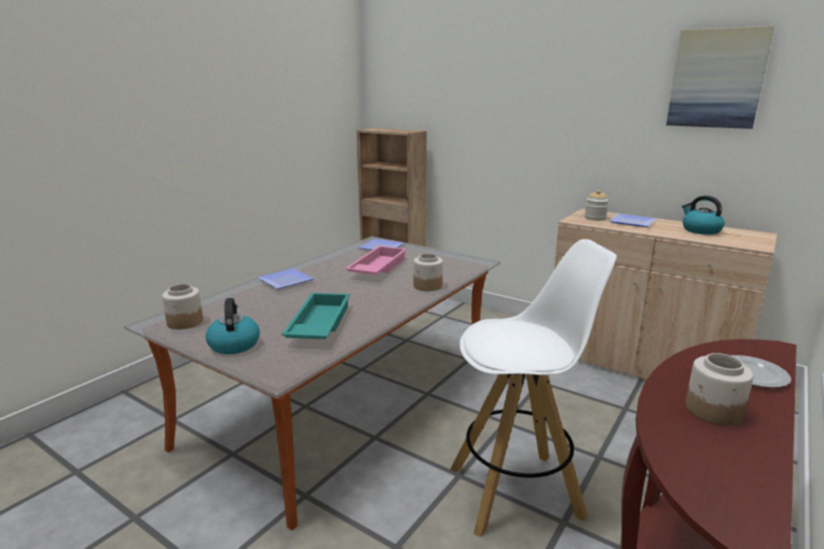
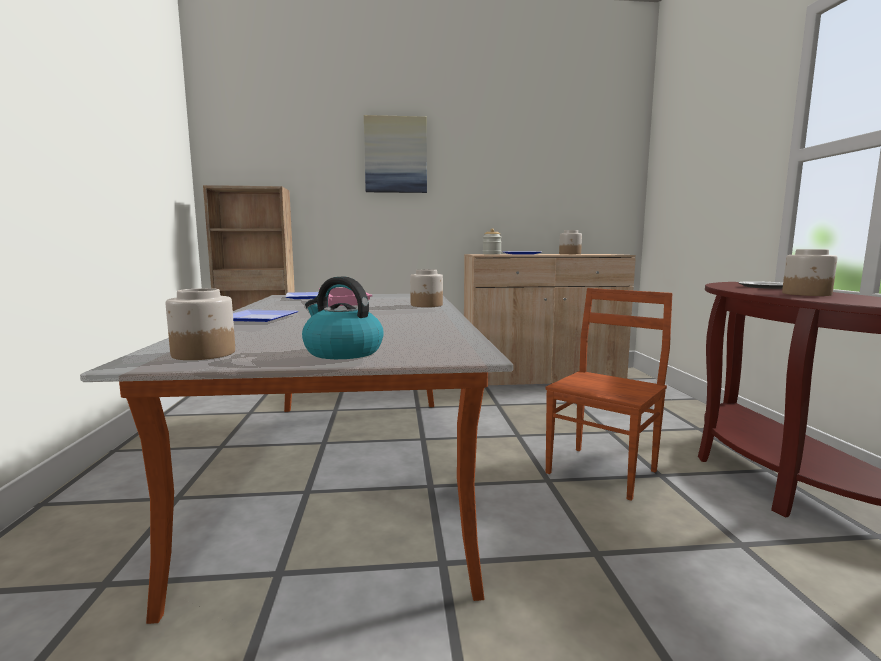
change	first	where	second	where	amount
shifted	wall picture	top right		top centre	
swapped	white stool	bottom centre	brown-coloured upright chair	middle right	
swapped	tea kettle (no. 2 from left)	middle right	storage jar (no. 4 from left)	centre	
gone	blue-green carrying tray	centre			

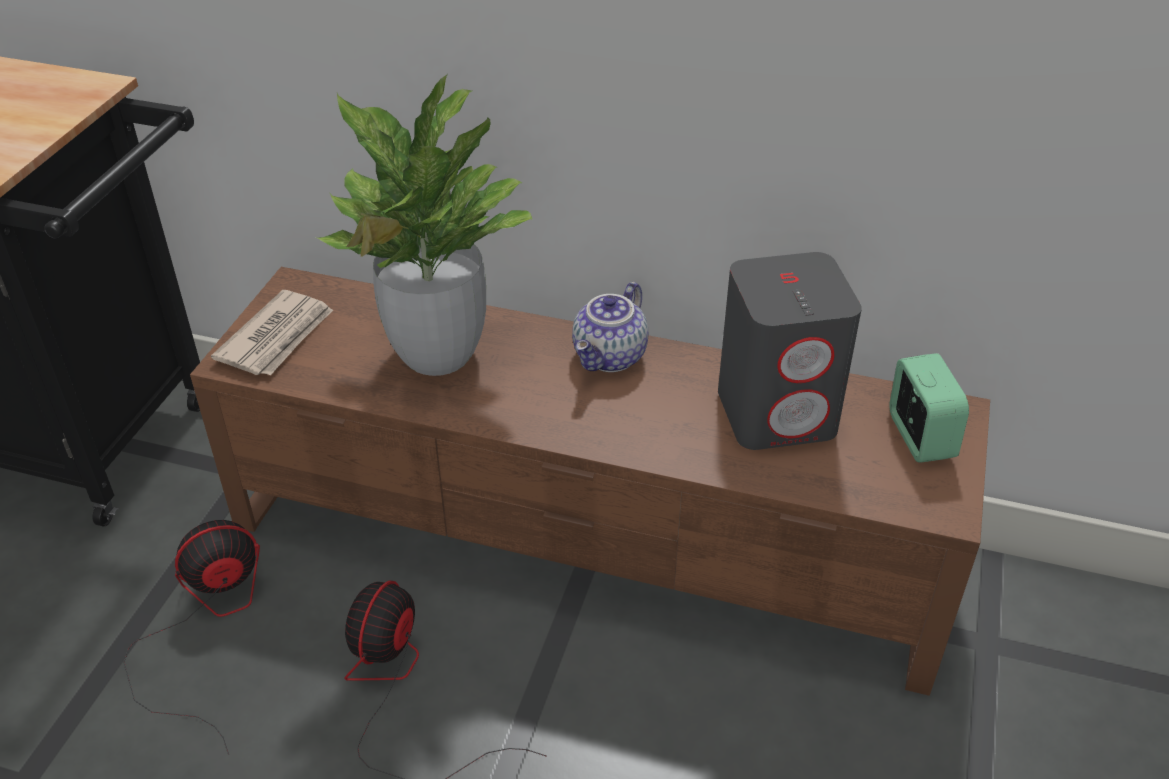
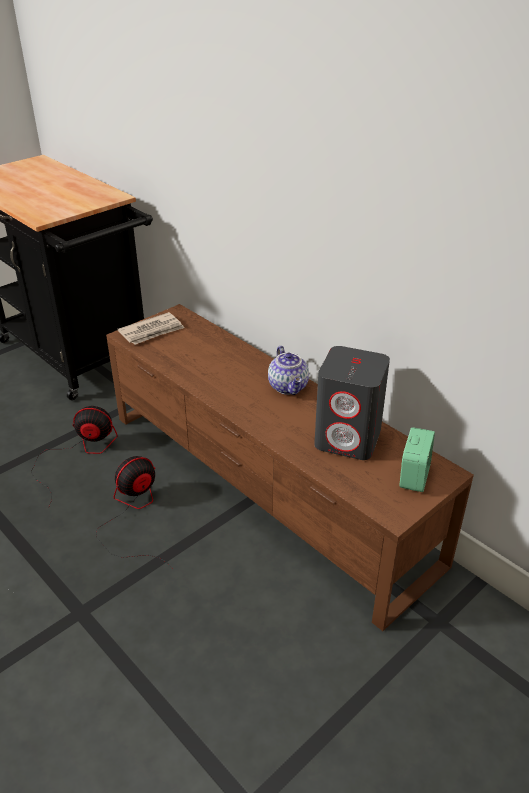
change	first	where	second	where	amount
rotated	tea pot	centre		centre	75 degrees counterclockwise
gone	plant in a pot	top centre			

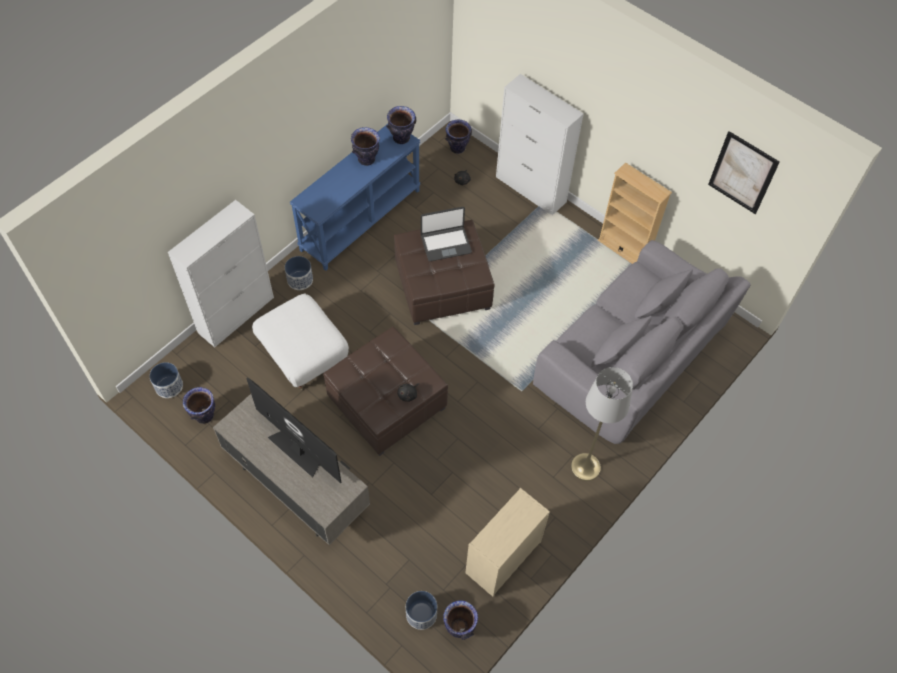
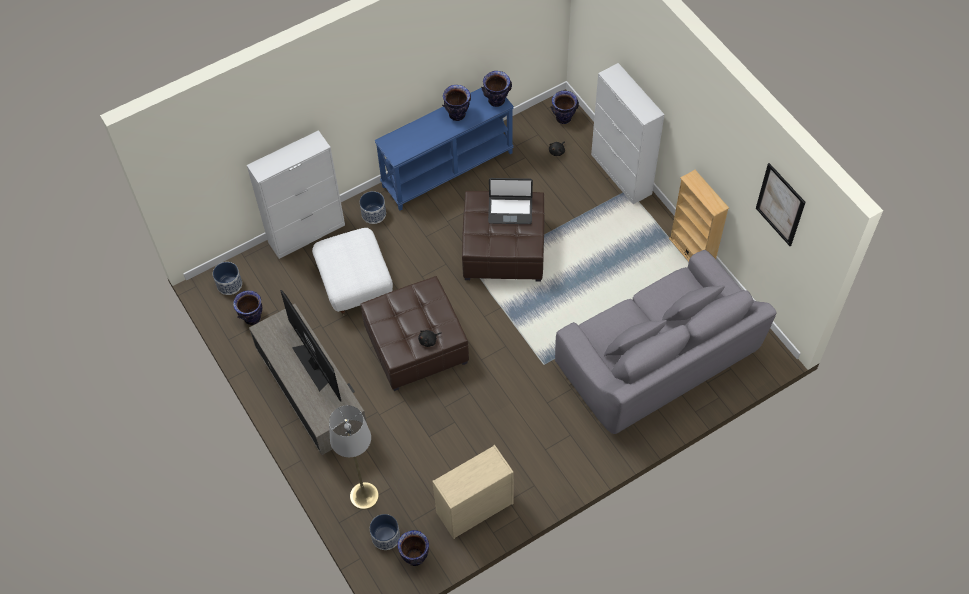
change	first	where	second	where	amount
shifted	gray standard lamp	middle right		bottom centre	

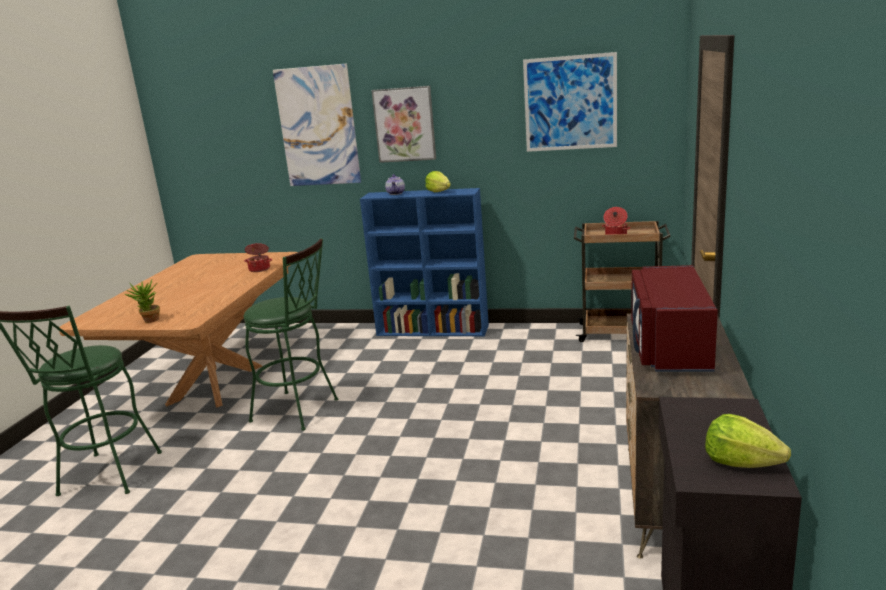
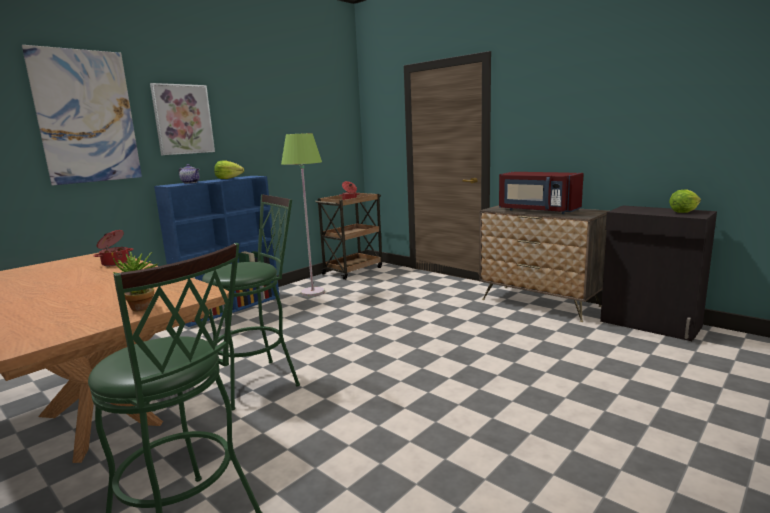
change	first	where	second	where	amount
new			green-coloured standard lamp	centre	
gone	wall picture (no. 3 from left)	top centre			

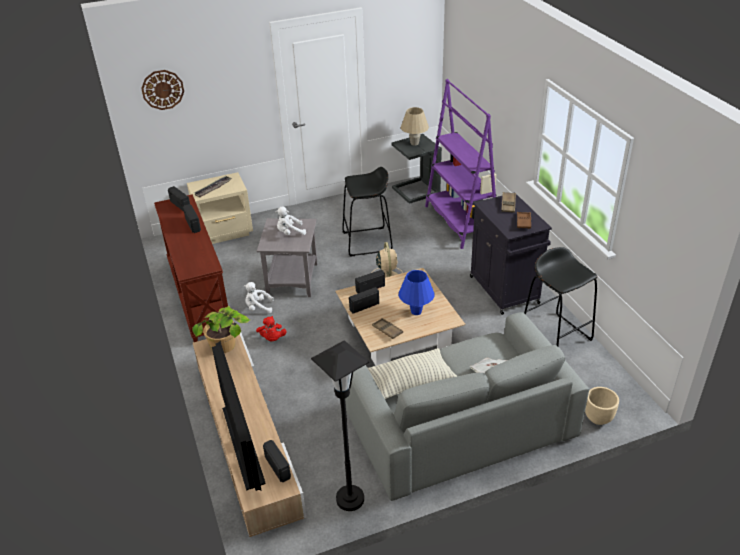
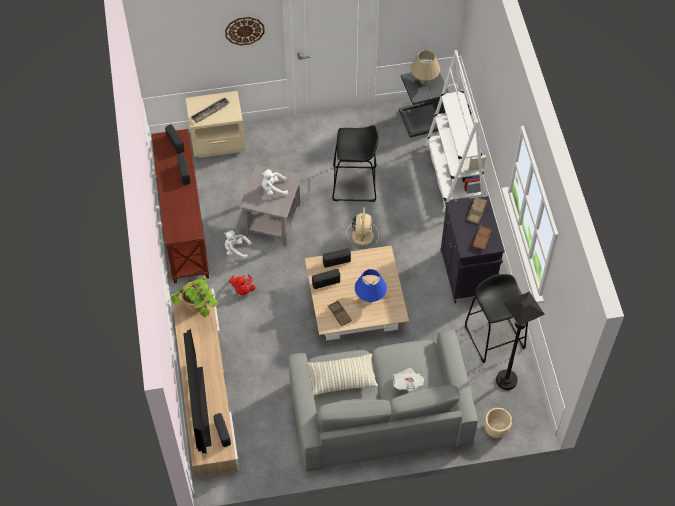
change	first	where	second	where	amount
shifted	clock on the wall	top left		top centre	
repainted	purple-coloured bookcase	top centre	white bookcase	top right	
shifted	black-coloured standard lamp	bottom centre		bottom right	

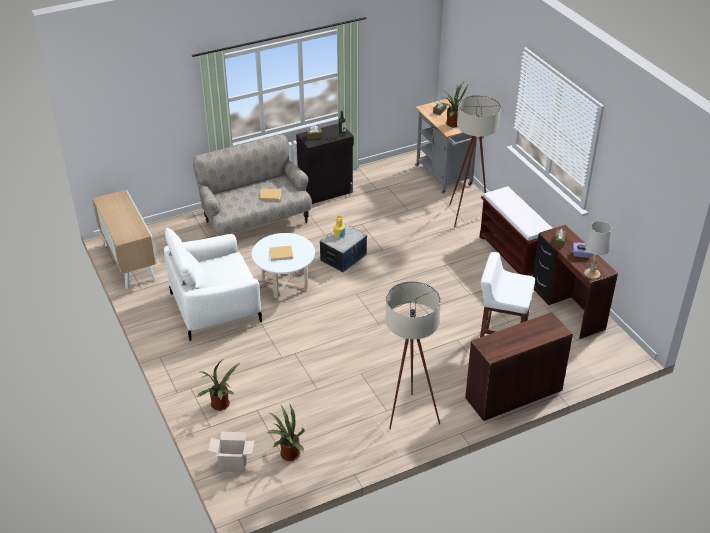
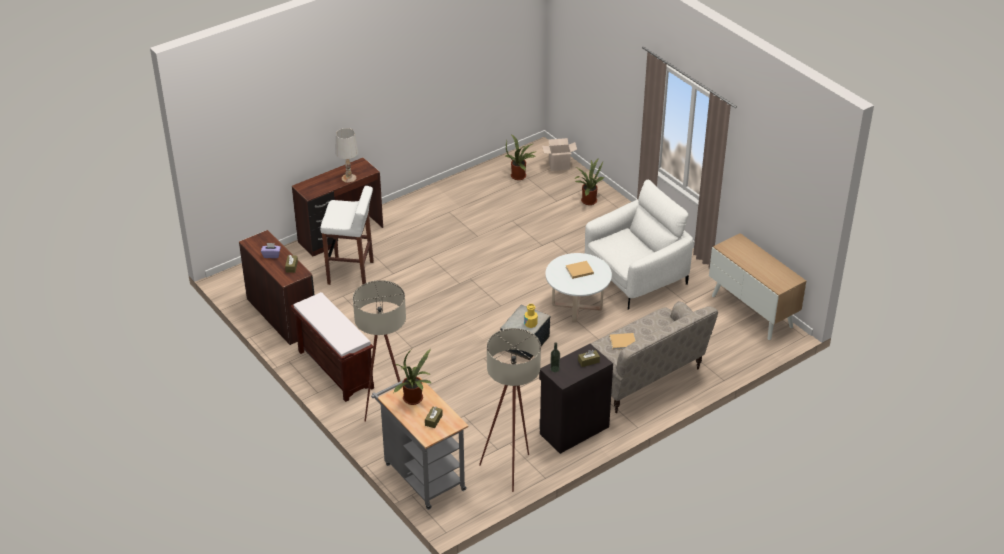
change	first	where	second	where	amount
shifted	white table lamp	middle right		top centre	
shifted	beige standard lamp (no. 1 from left in the first image)	centre	beige standard lamp (no. 2 from left)	bottom centre	

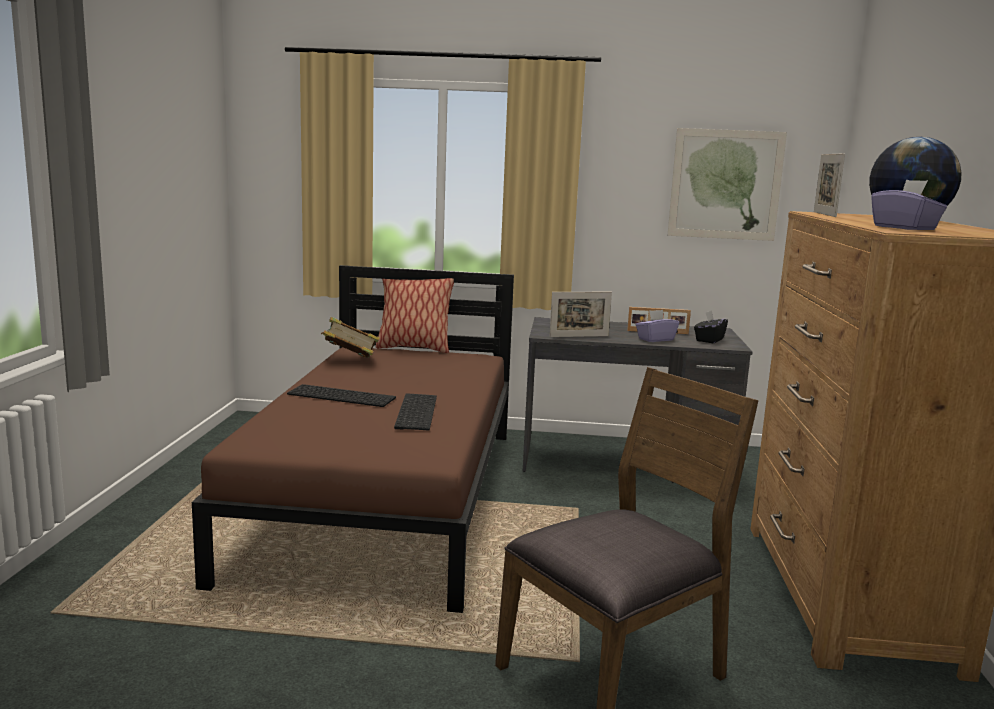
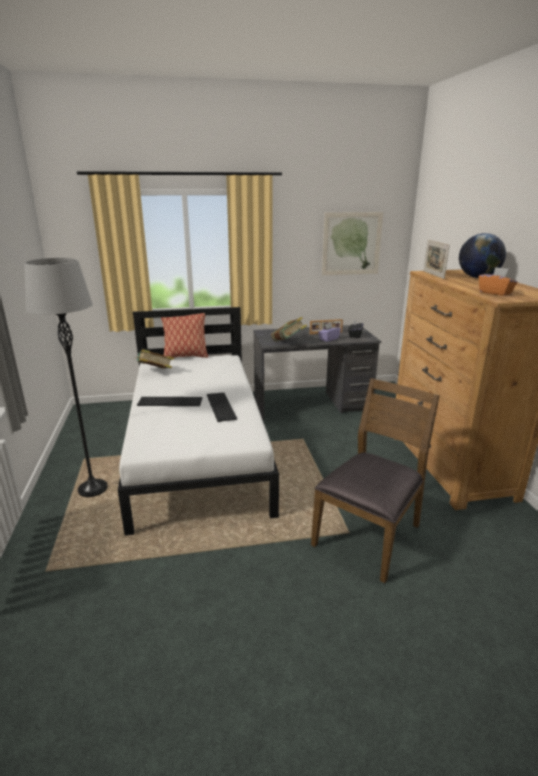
change	first	where	second	where	amount
new			gray standard lamp	middle left	
repainted	brown-coloured bedroom bed	centre	white bedroom bed	centre	
swapped	standing frame (no. 1 from left)	centre	book (no. 2 from left)	centre	
repainted	purple-coloured tissue box (no. 2 from left)	top right	orange-coloured tissue box	middle right	

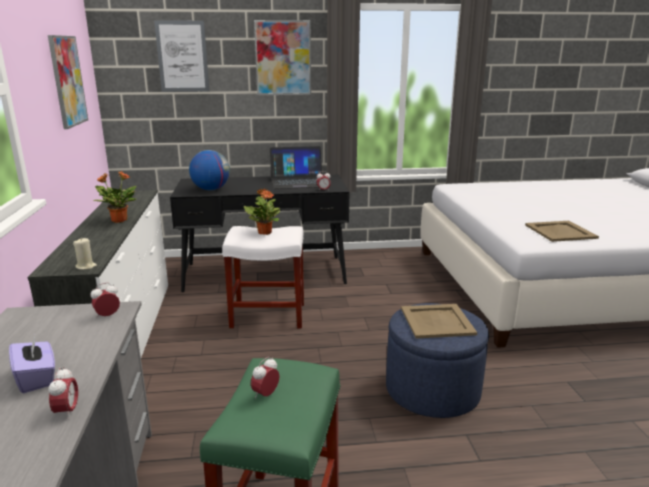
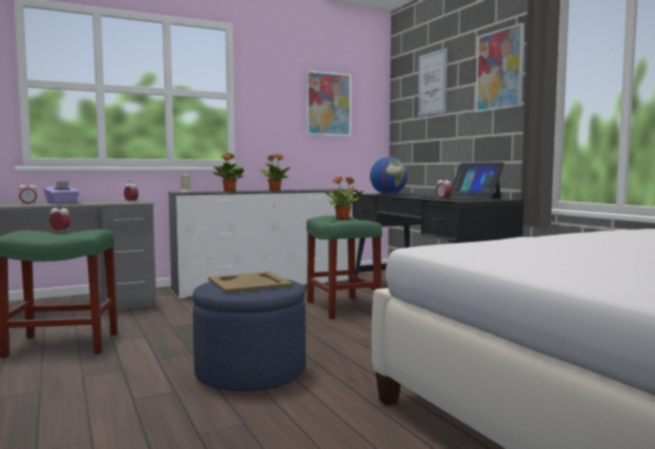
change	first	where	second	where	amount
new			plant in a pot (no. 1 from left)	centre	
repainted	white stool	centre	green-coloured stool (no. 2 from left)	centre	
gone	beige carrying tray (no. 2 from left)	middle right			

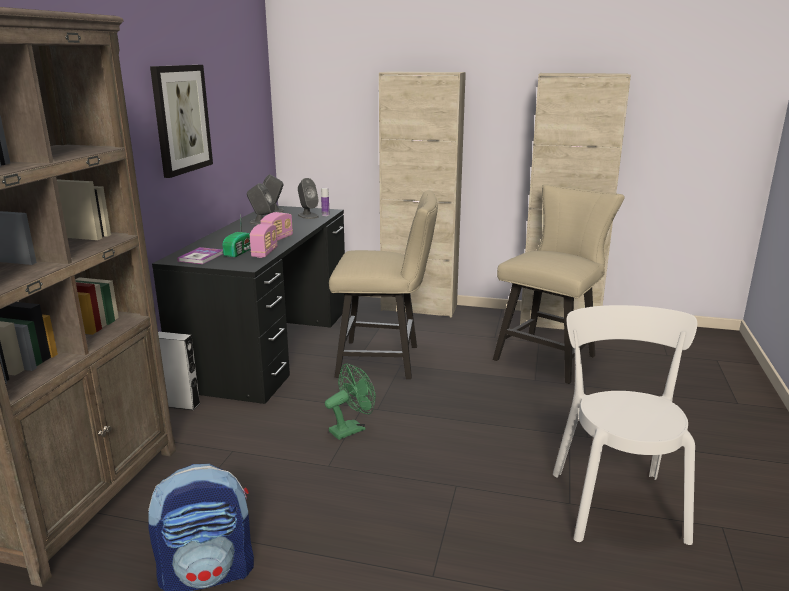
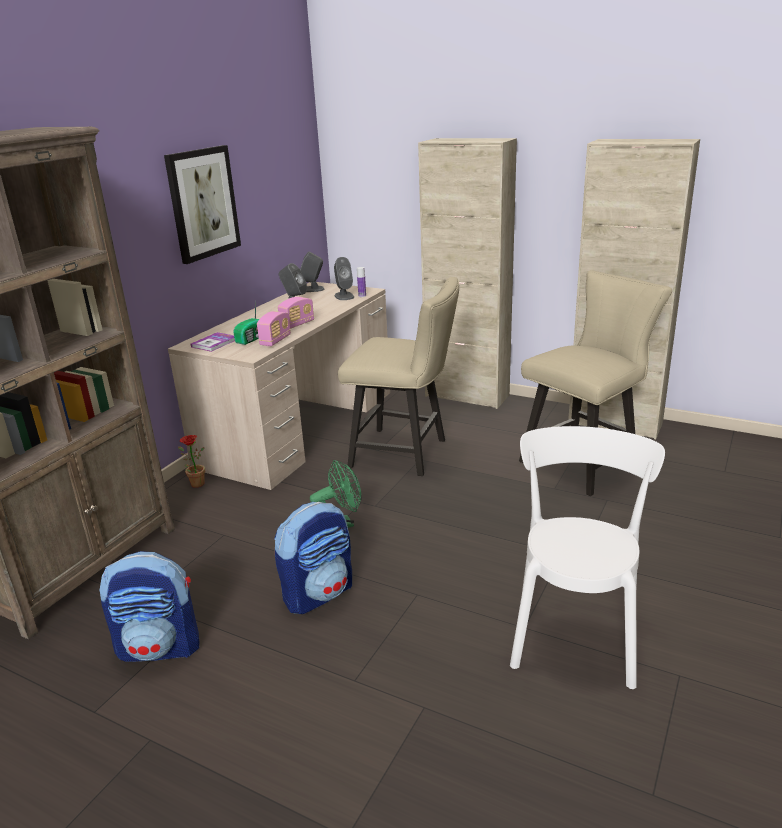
change	first	where	second	where	amount
repainted	black-coloured desk	middle left	beige desk	centre	
swapped	gray audio speaker (no. 1 from left)	middle left	plant in a pot	middle left	
new			knapsack (no. 2 from left)	bottom centre	

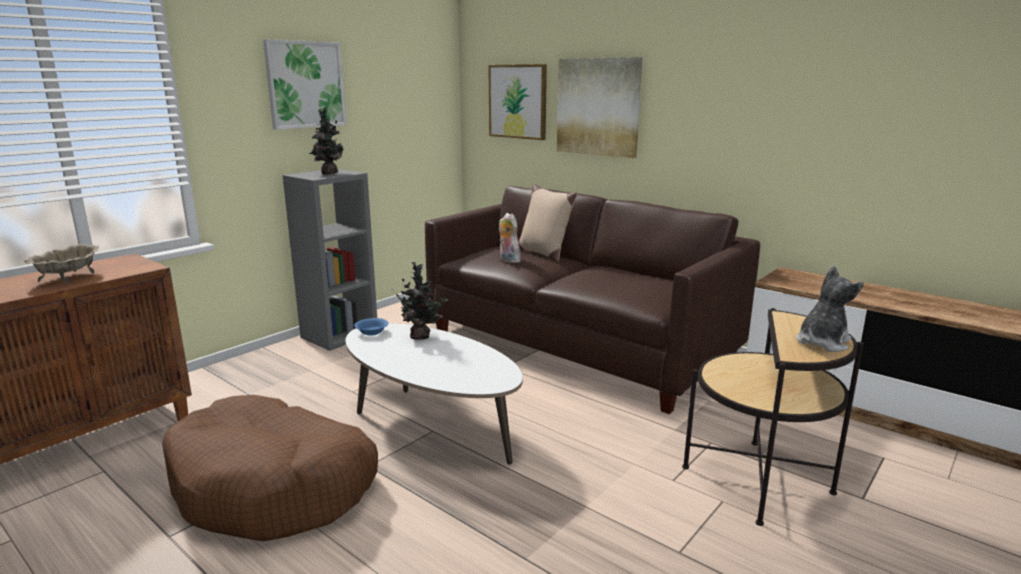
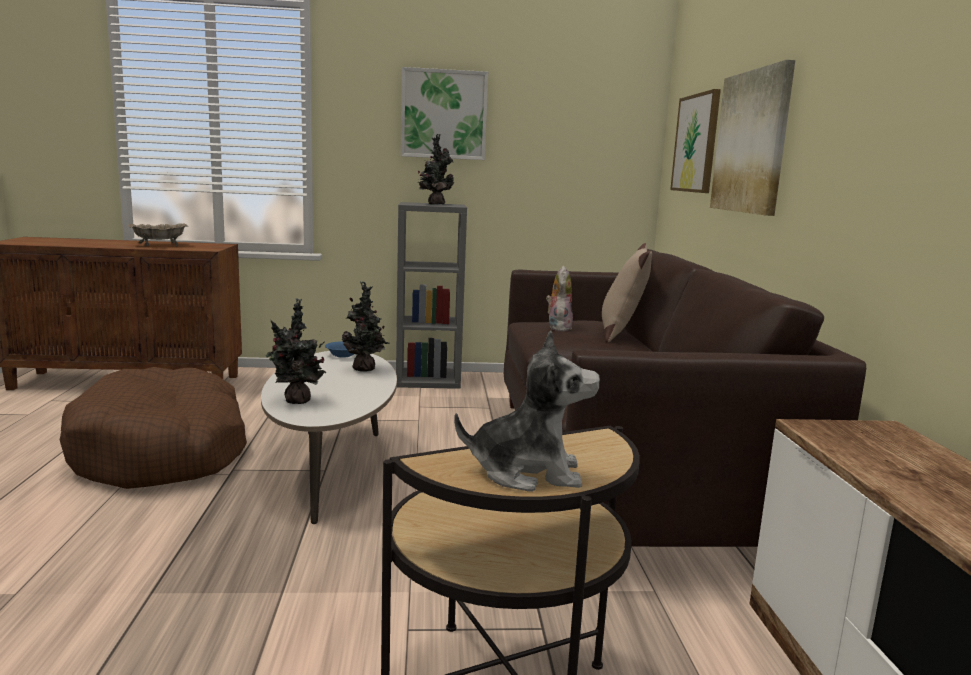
change	first	where	second	where	amount
new			plant in a pot (no. 1 from left)	middle left	

